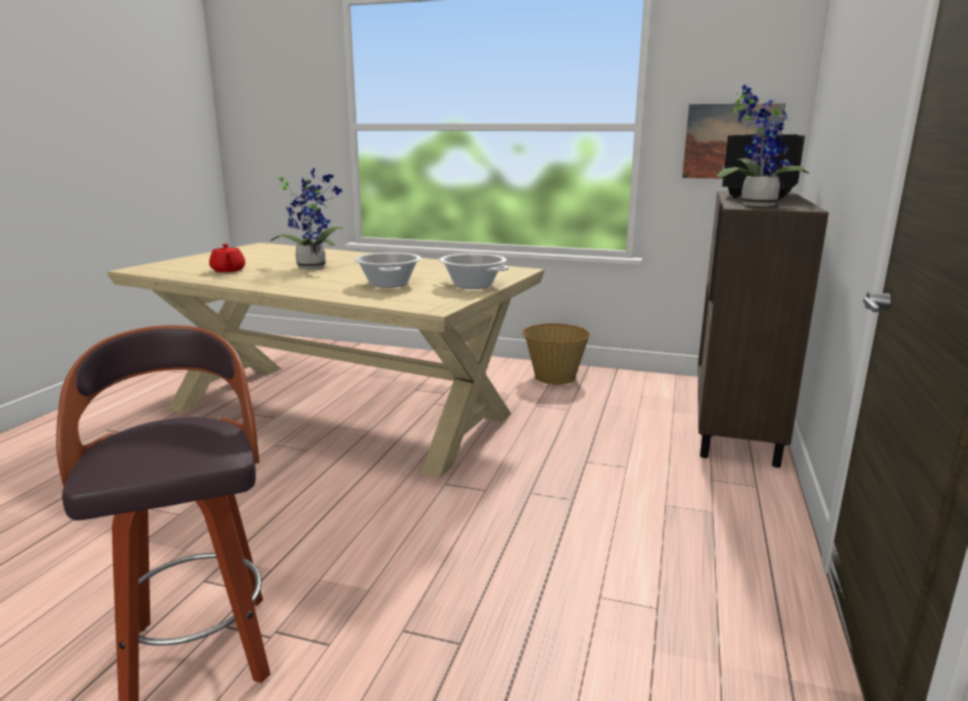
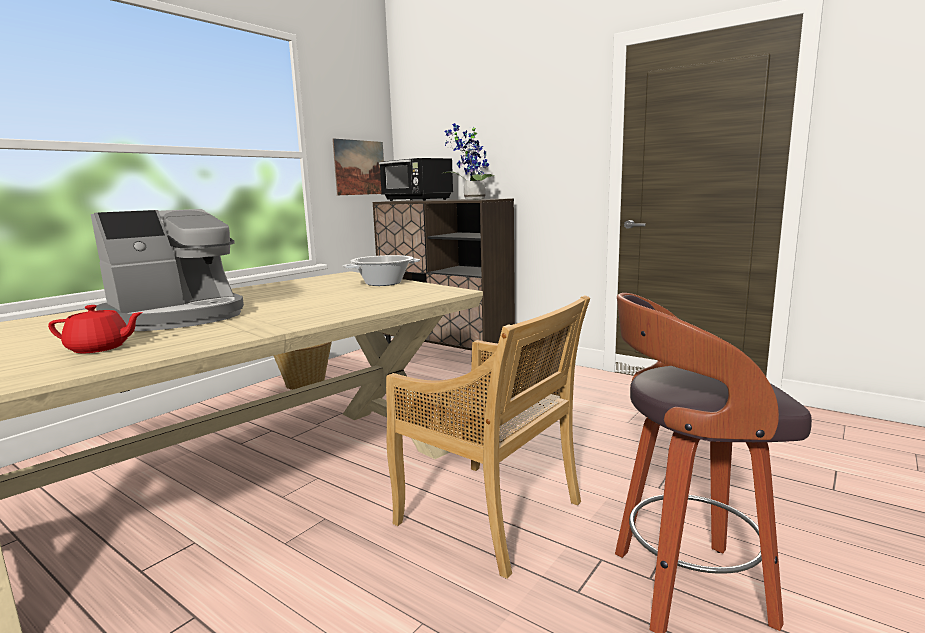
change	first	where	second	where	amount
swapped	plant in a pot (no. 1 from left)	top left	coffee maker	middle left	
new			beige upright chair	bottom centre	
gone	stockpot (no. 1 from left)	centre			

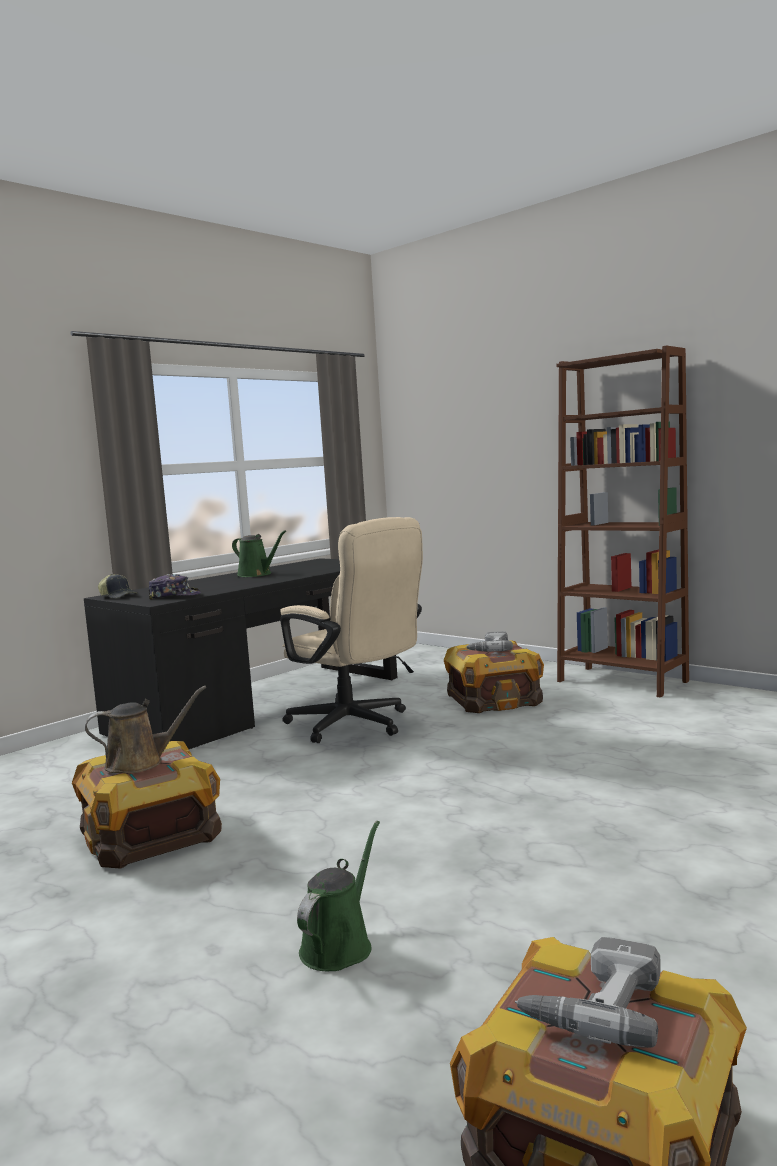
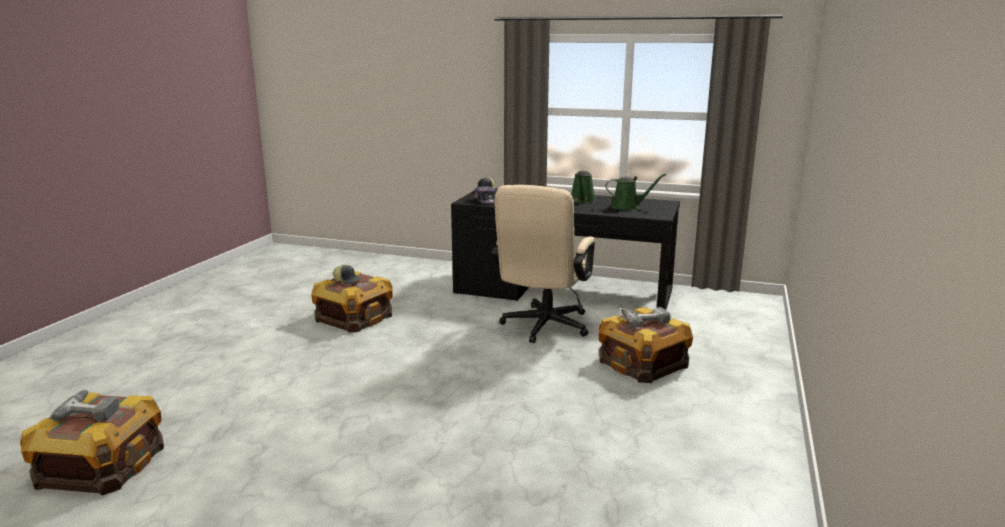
change	first	where	second	where	amount
swapped	brown-coloured sprinkling can	middle left	peaked cap (no. 1 from left)	centre	
shifted	green-coloured sprinkling can (no. 2 from left)	bottom centre		centre	
gone	brown-coloured bookcase	middle right			

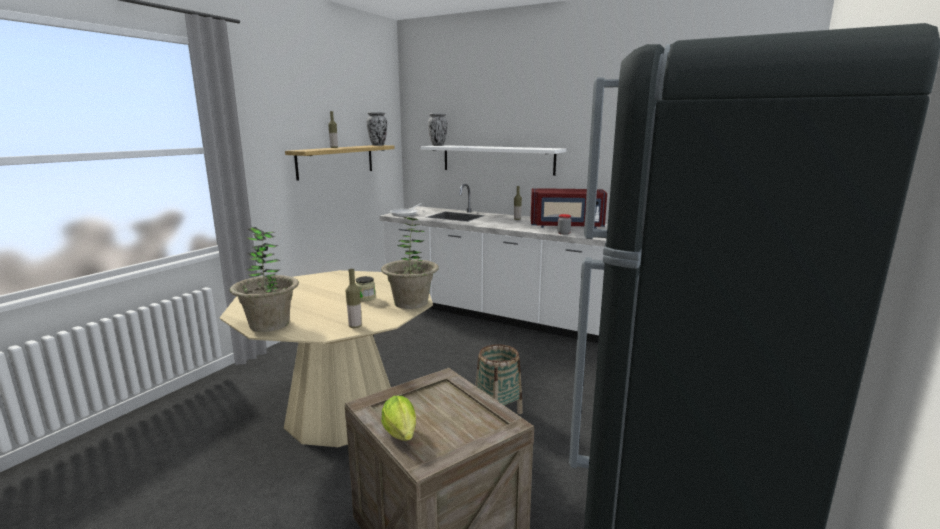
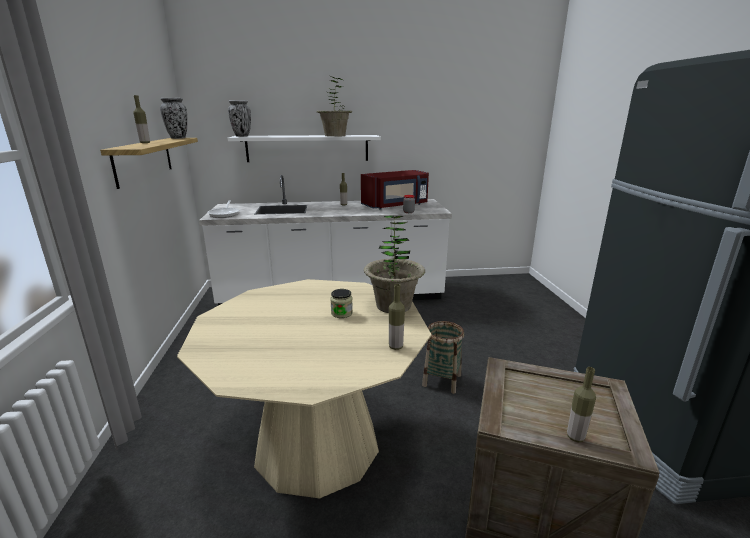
change	first	where	second	where	amount
shifted	plant in a pot (no. 1 from left)	middle left		top centre	
swapped	head of lettuce	bottom centre	beverage bottle (no. 4 from left)	bottom right	

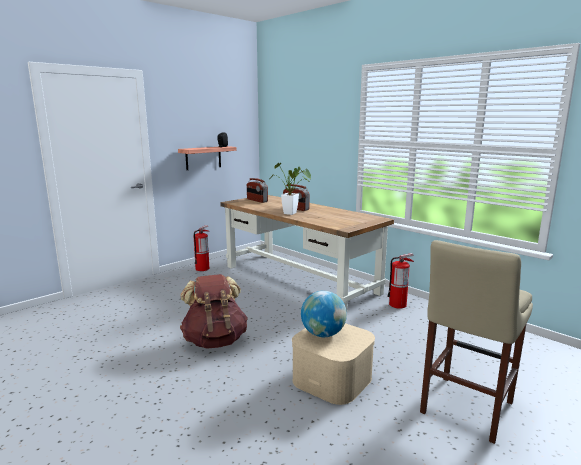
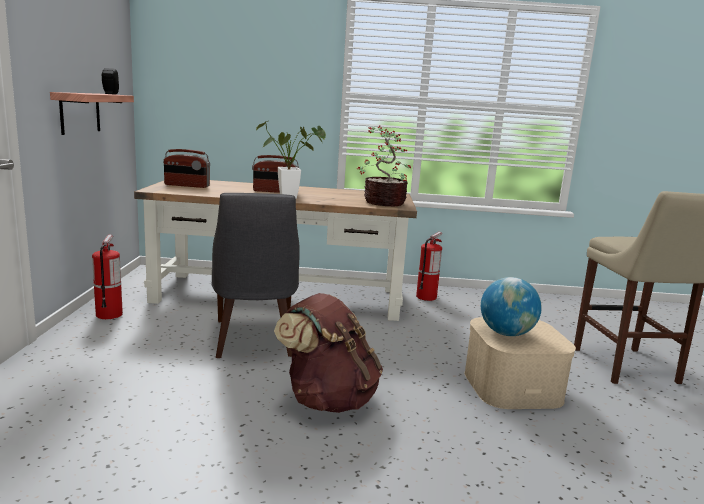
change	first	where	second	where	amount
new			gray upright chair	centre	
new			plant in a pot (no. 2 from left)	top centre	

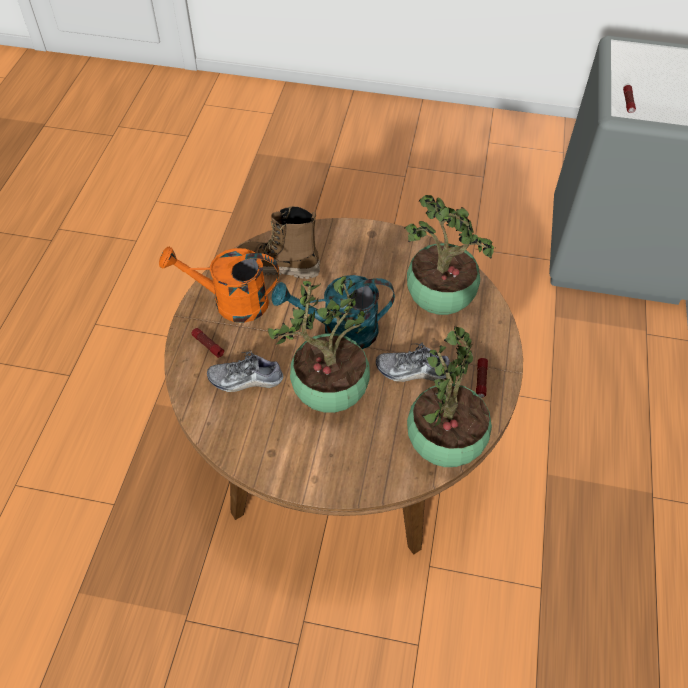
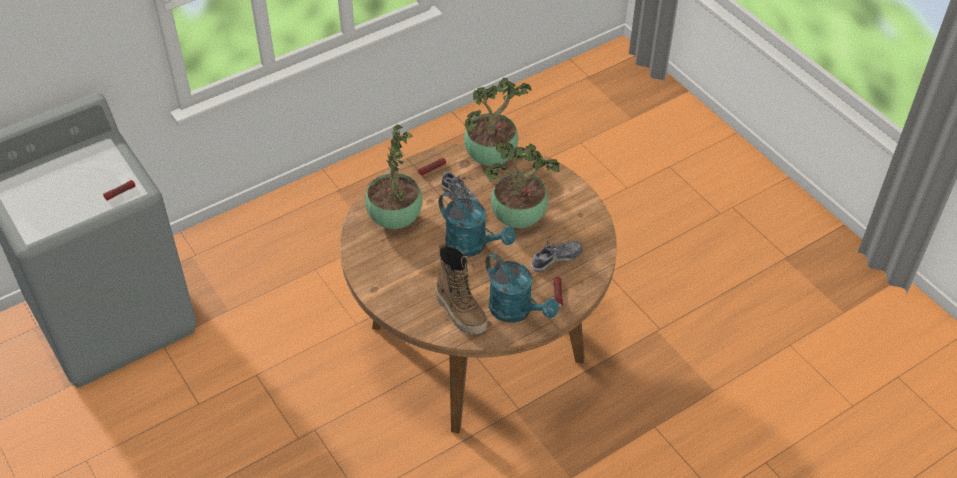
change	first	where	second	where	amount
repainted	orange-coloured sprinkling can	middle left	blue-green sprinkling can (no. 2 from left)	centre	
rotated	item of footwear (no. 1 from left in the first image)	centre	item of footwear (no. 2 from left)	centre	75 degrees counterclockwise

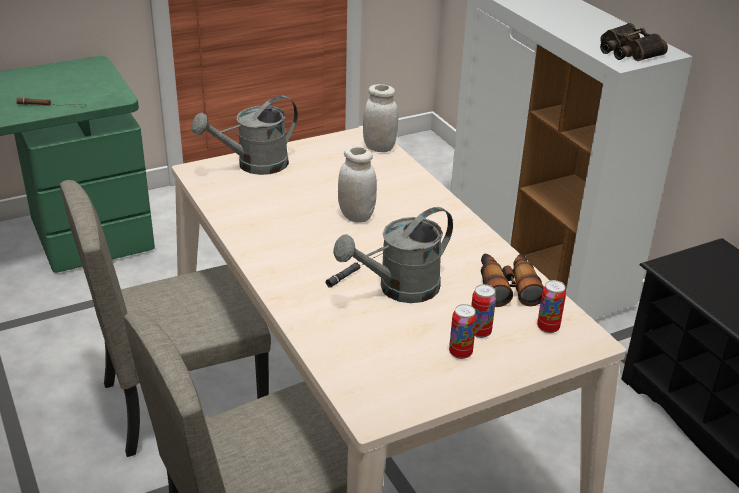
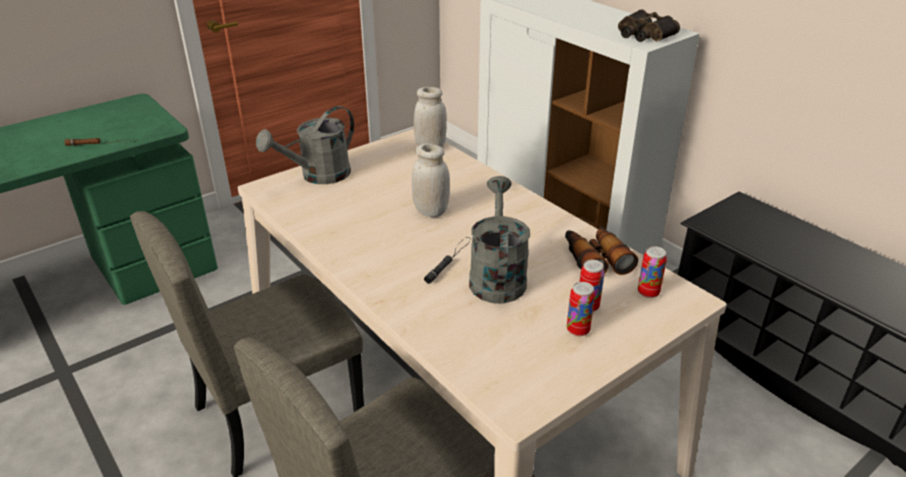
change	first	where	second	where	amount
rotated	gray sprinkling can (no. 2 from left)	centre		centre	135 degrees clockwise

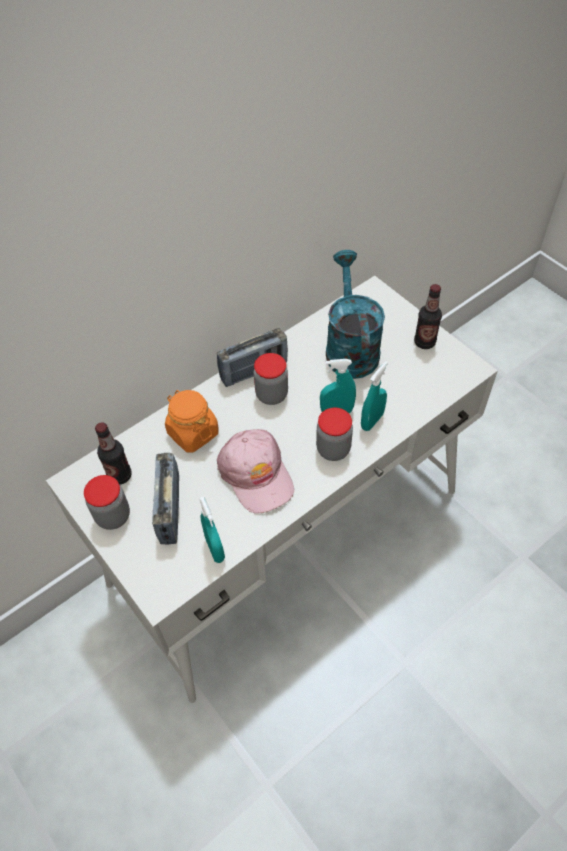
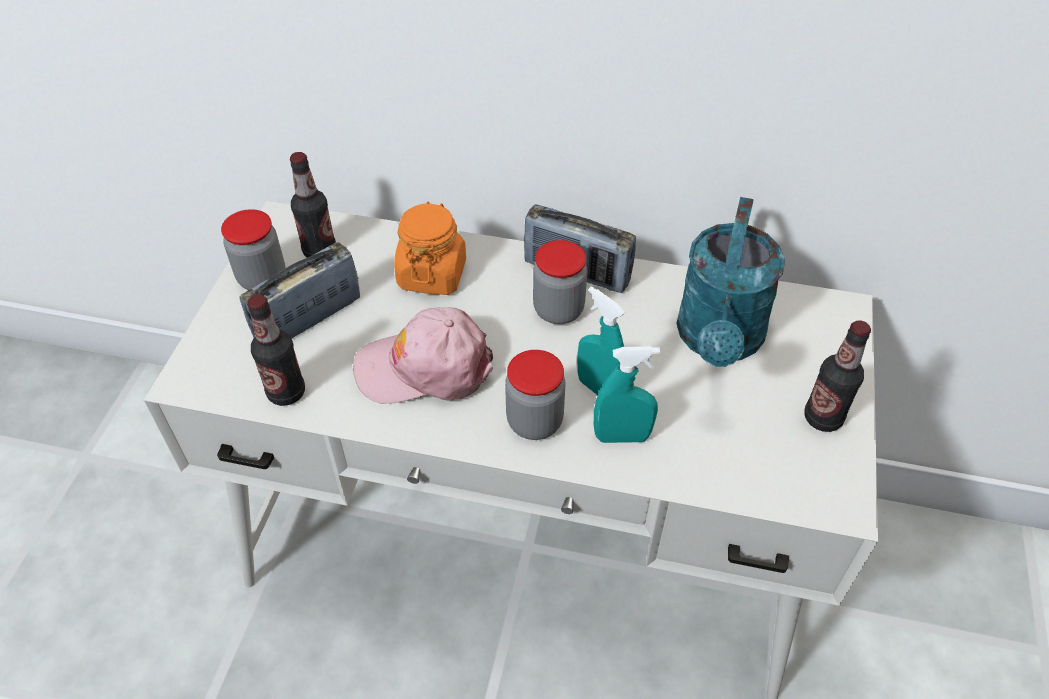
change	first	where	second	where	amount
swapped	blue-green sprayer (no. 1 from left)	centre	beverage bottle (no. 1 from left)	middle left	
rotated	pinkish peaked cap	centre		centre	60 degrees clockwise
rotated	blue-green sprinkling can	centre		middle right	150 degrees clockwise

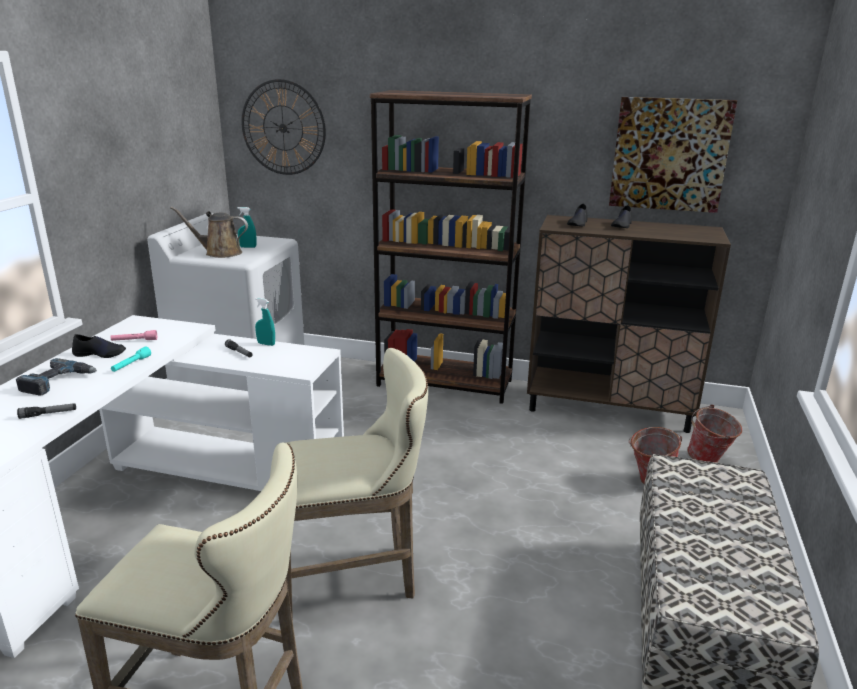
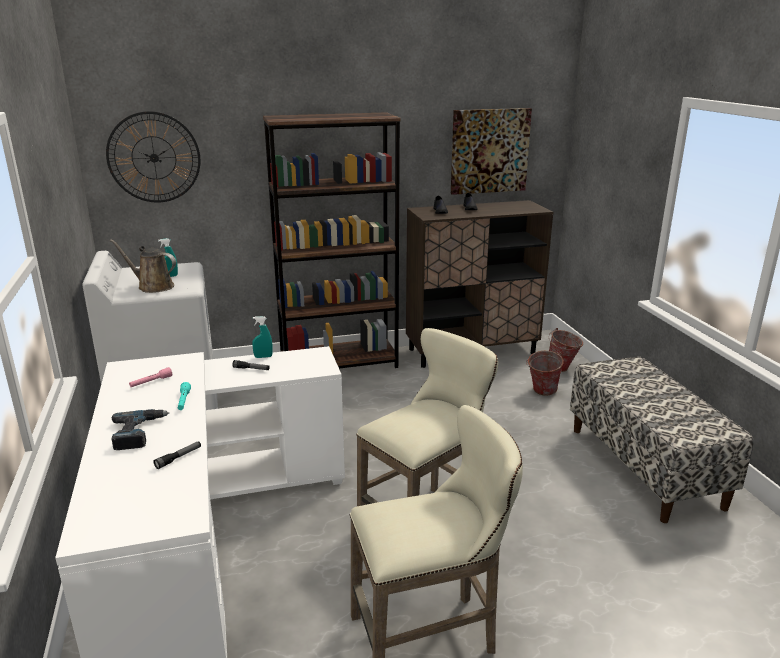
change	first	where	second	where	amount
rotated	brown-coloured sprinkling can	middle left		middle left	45 degrees clockwise
gone	black-coloured item of footwear (no. 1 from left)	middle left			

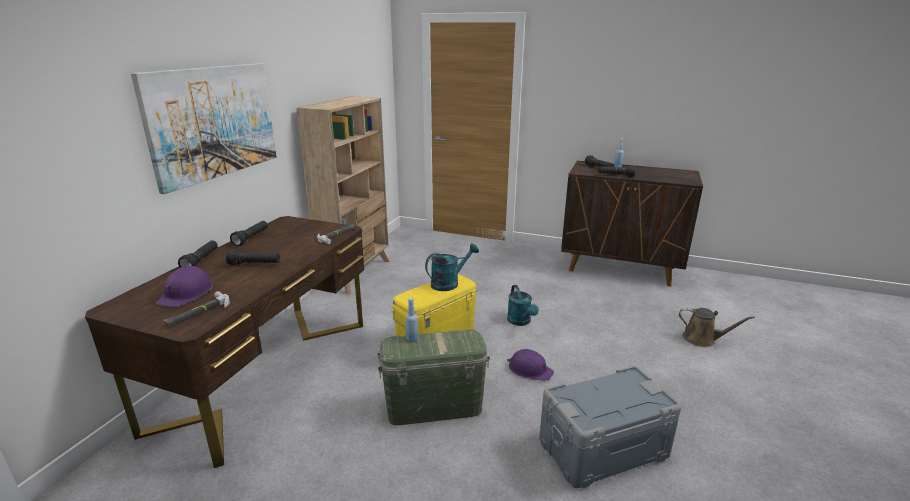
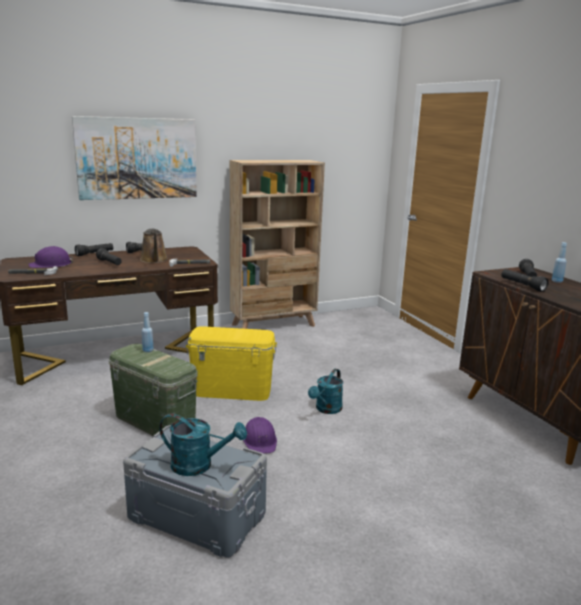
change	first	where	second	where	amount
shifted	brown-coloured sprinkling can	middle right		middle left	
shifted	blue-green sprinkling can (no. 1 from left)	centre		bottom centre	

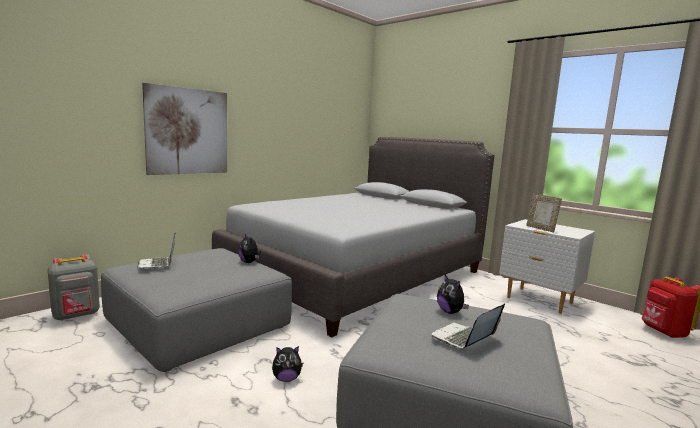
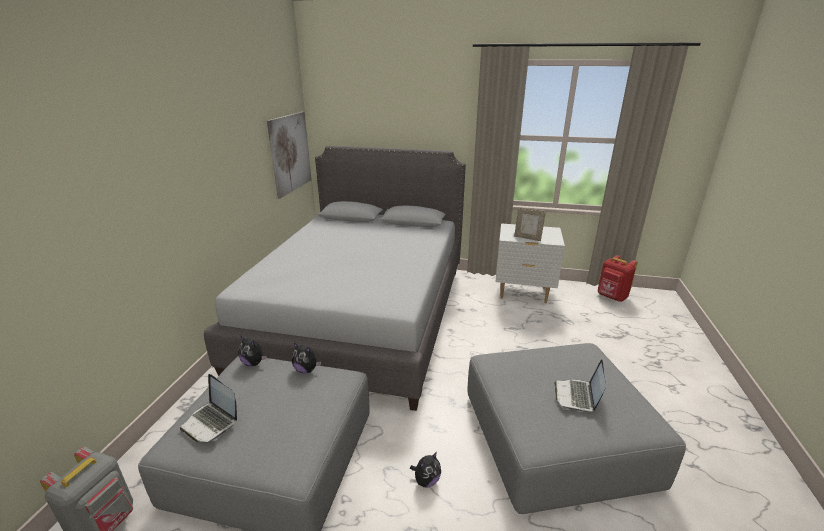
change	first	where	second	where	amount
shifted	cuddly toy (no. 3 from left in the first image)	bottom centre	cuddly toy (no. 1 from left)	middle left	
shifted	wall picture	top left		top centre	

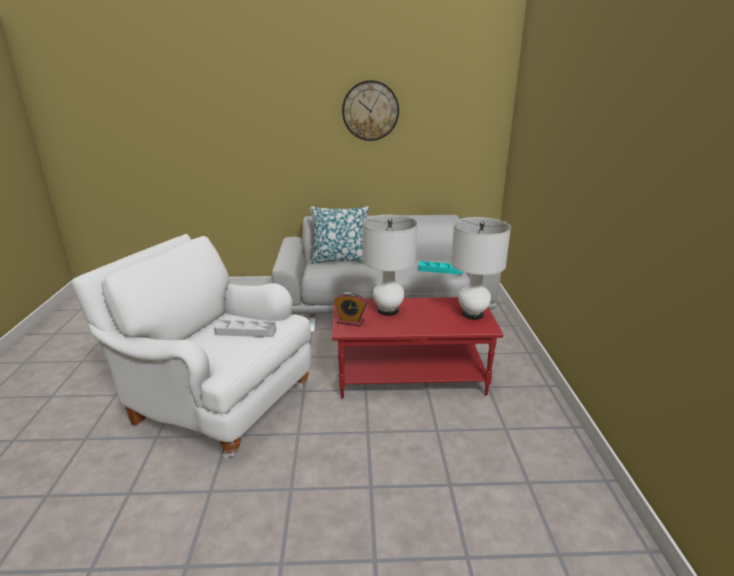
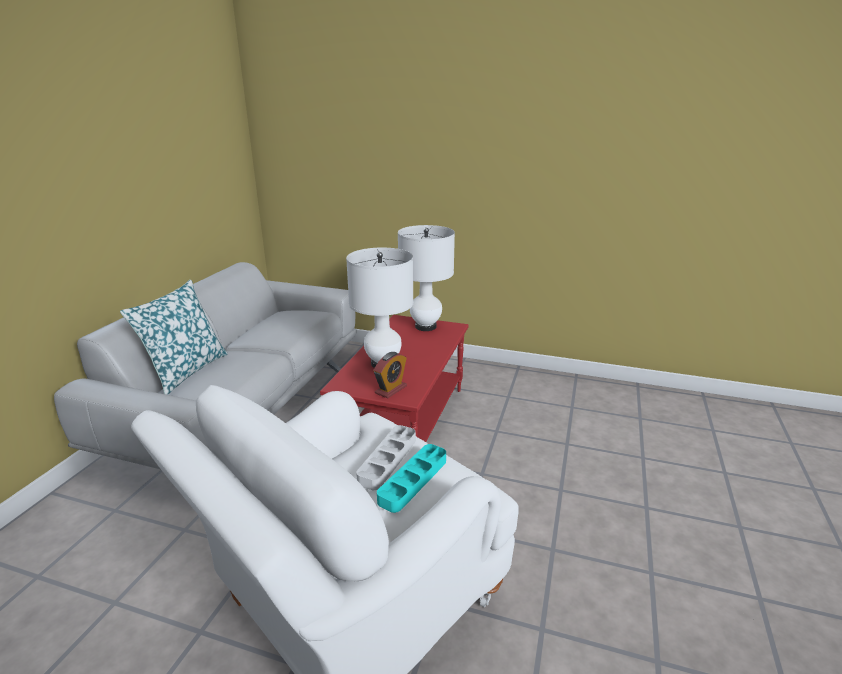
change	first	where	second	where	amount
shifted	blue-green carrying tray	centre		bottom centre	
gone	clock on the wall	top centre			

